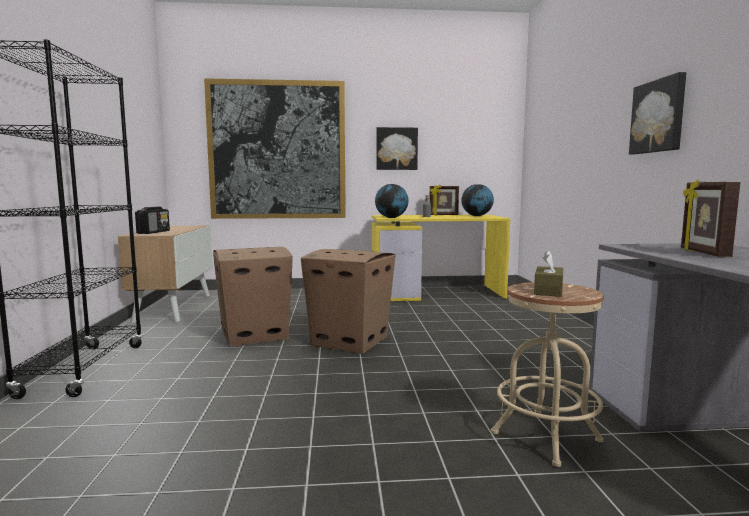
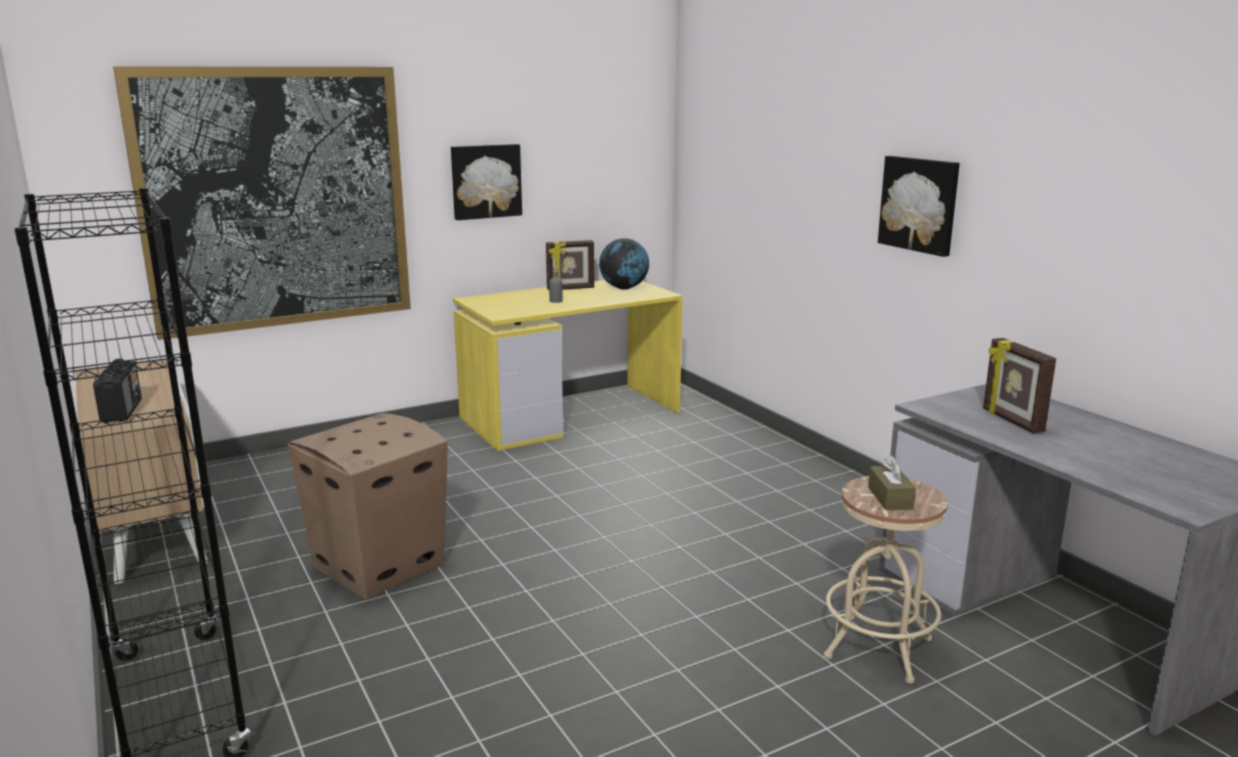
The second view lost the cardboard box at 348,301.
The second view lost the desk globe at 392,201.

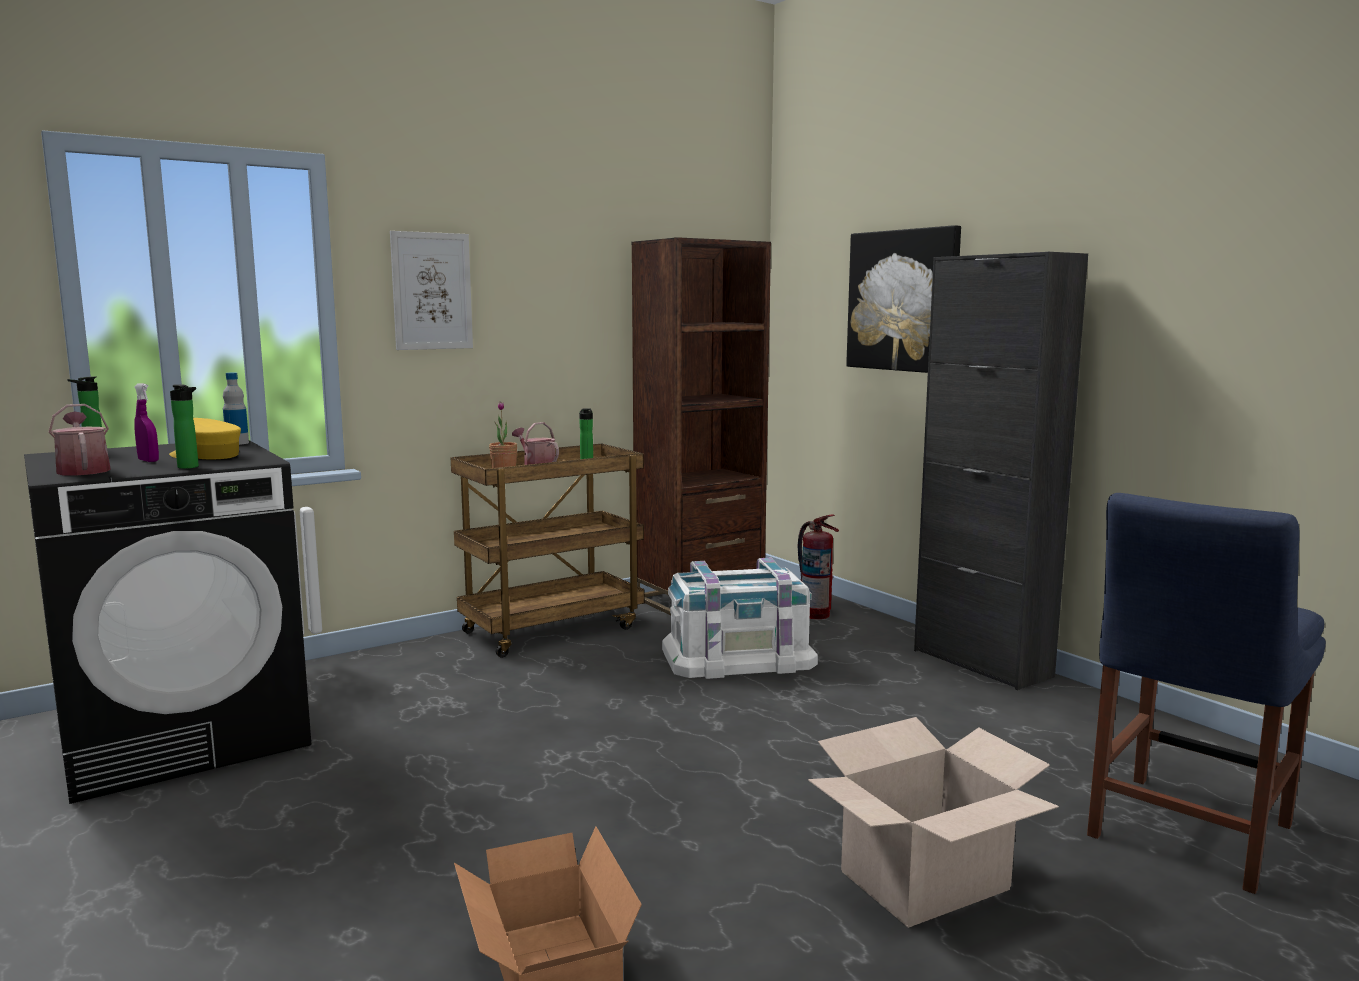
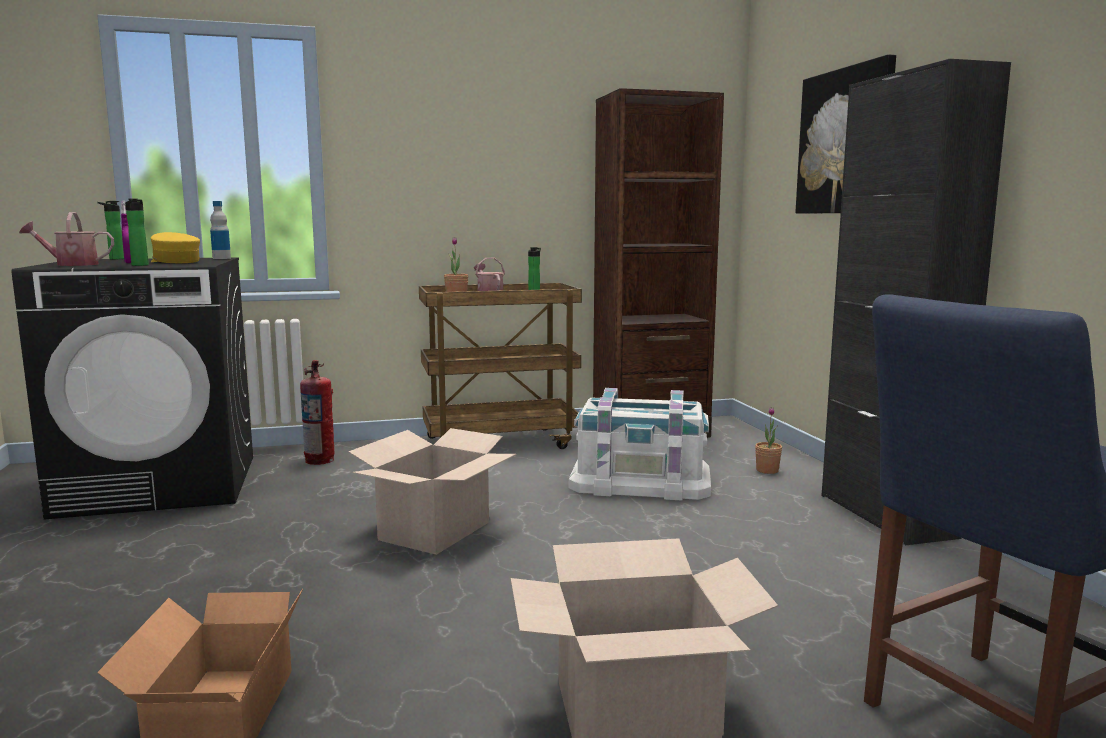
The watering can at 79,439 ended up facing another way, 90 degrees counterclockwise from before.
The fire-fighting cylinder ended up elsewhere, having gone from 818,567 to 317,412.
The second view gained the cardboard box at 432,491.
The second view gained the plant in a pot at 768,440.
The second view lost the wall picture at 431,290.

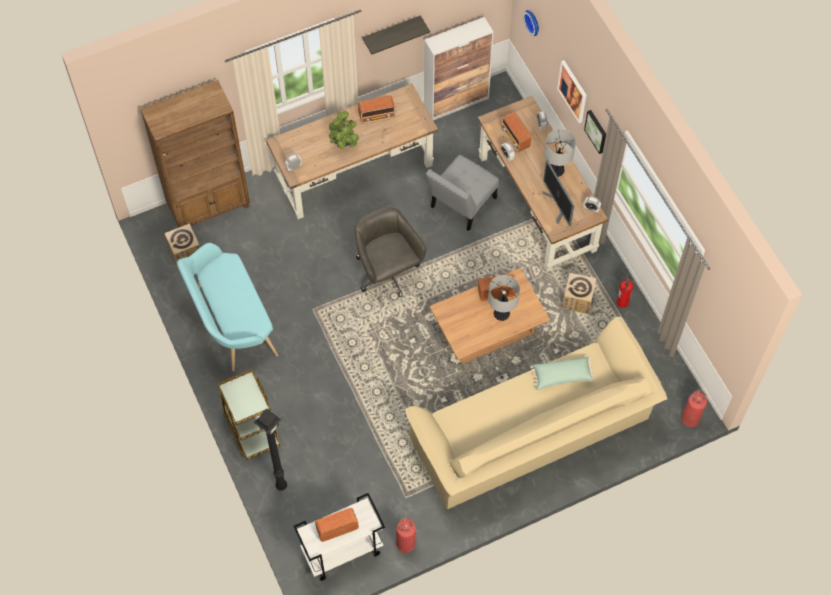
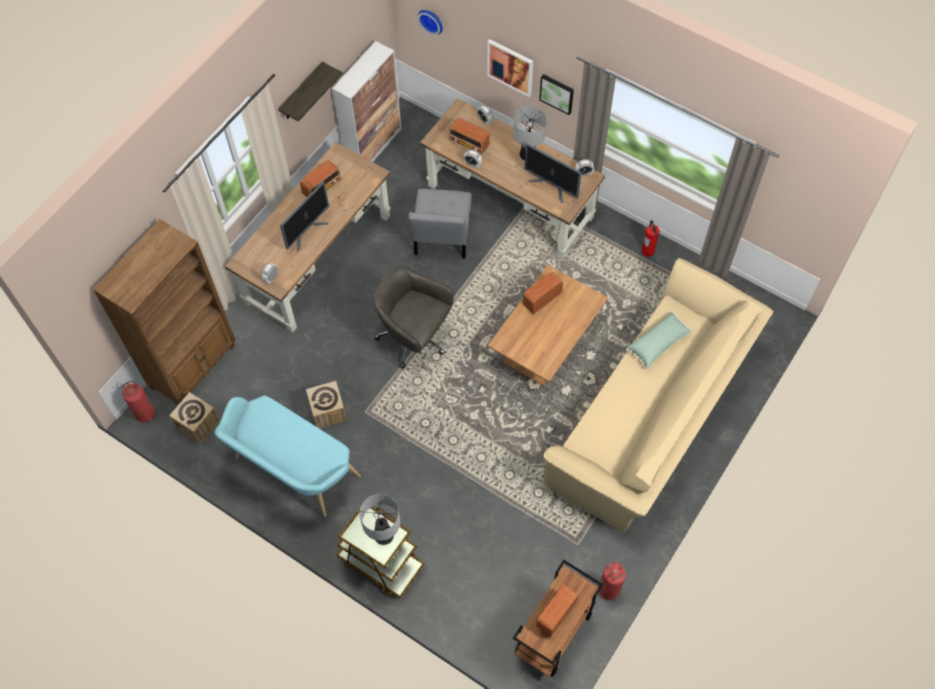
The fire-fighting cylinder ended up elsewhere, having gone from 694,408 to 138,402.
Where the plant in a pot stood at 344,130, the computer display came to stand at 304,216.
The cardboard box ended up elsewhere, having gone from 579,293 to 326,404.
The tabletop lamp ended up elsewhere, having gone from 504,298 to 379,519.
What was the whitish wheeled cart at 339,537 turned into the brownish wheeled cart at 558,618.
The second view lost the black floor lamp at 270,450.

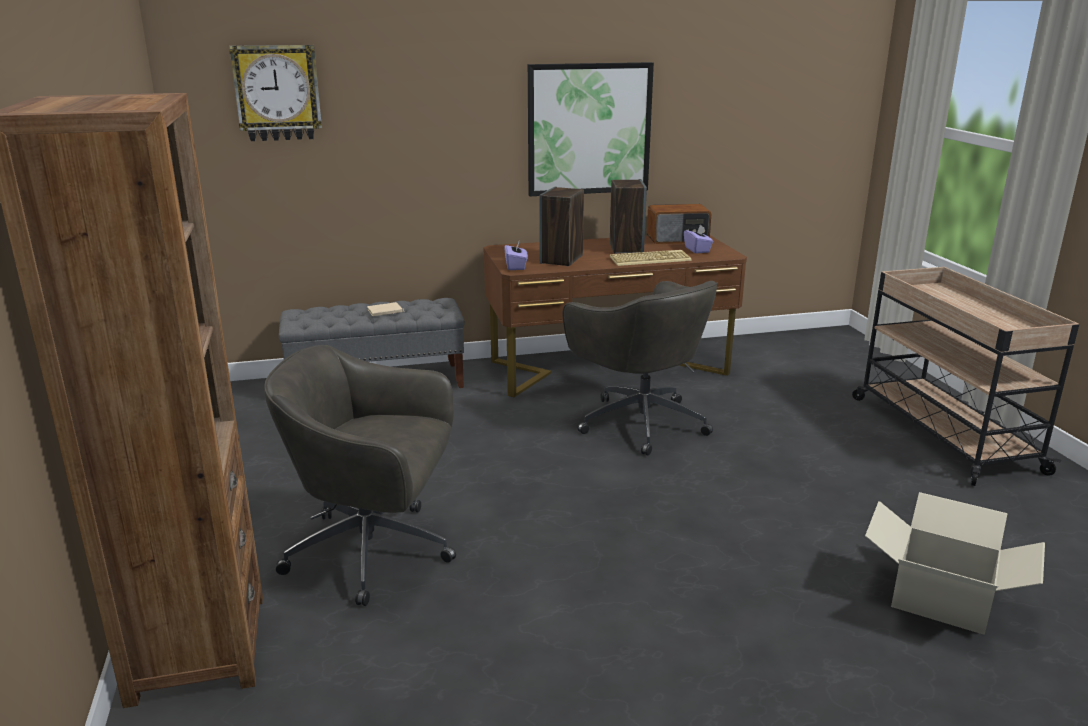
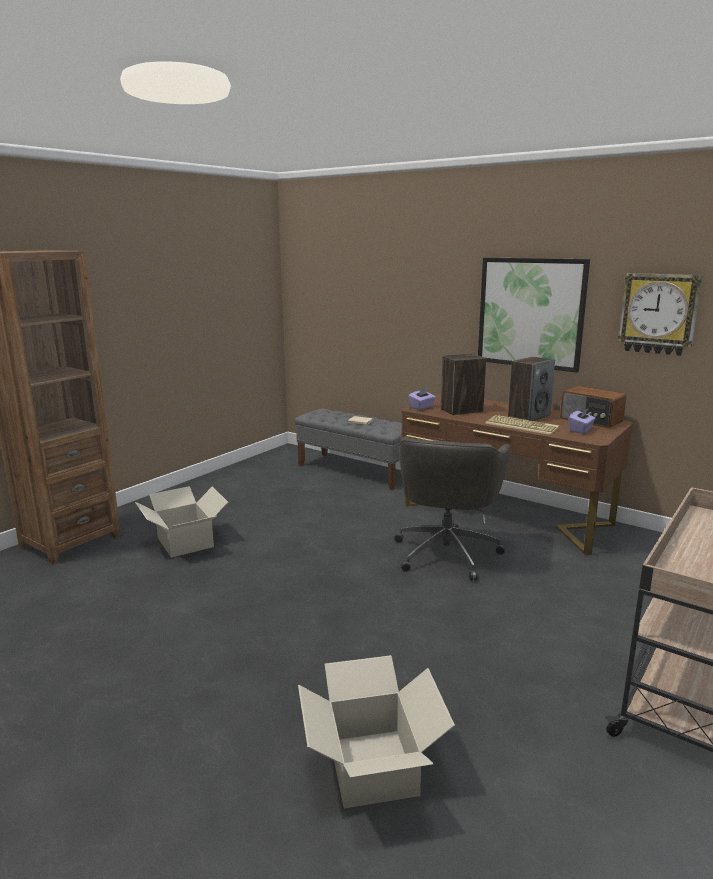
Where the grey office chair stood at 360,475, the cardboard box came to stand at 181,522.
The wall clock ended up elsewhere, having gone from 275,93 to 660,314.

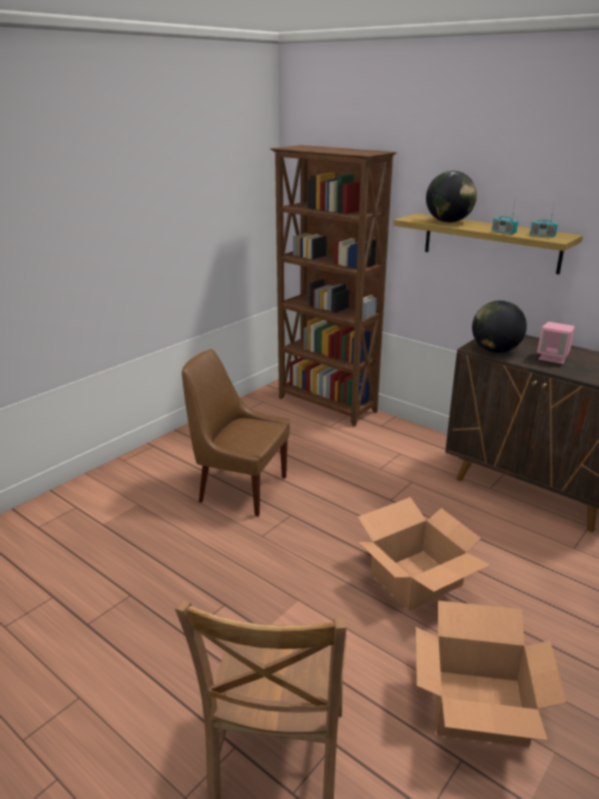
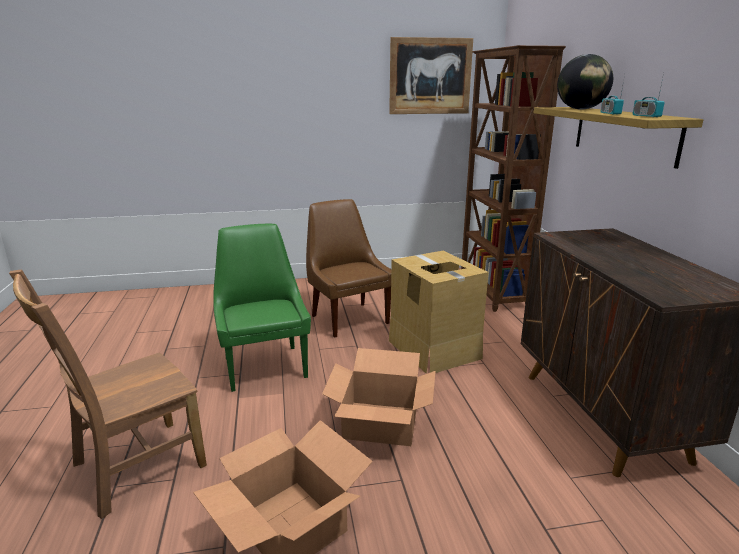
The second view gained the greenish plain chair at 262,308.
The second view gained the wall picture at 431,75.
The second view gained the cardboard box at 439,312.
The second view lost the desk globe at 499,326.
The second view lost the pinkish speaker at 556,343.

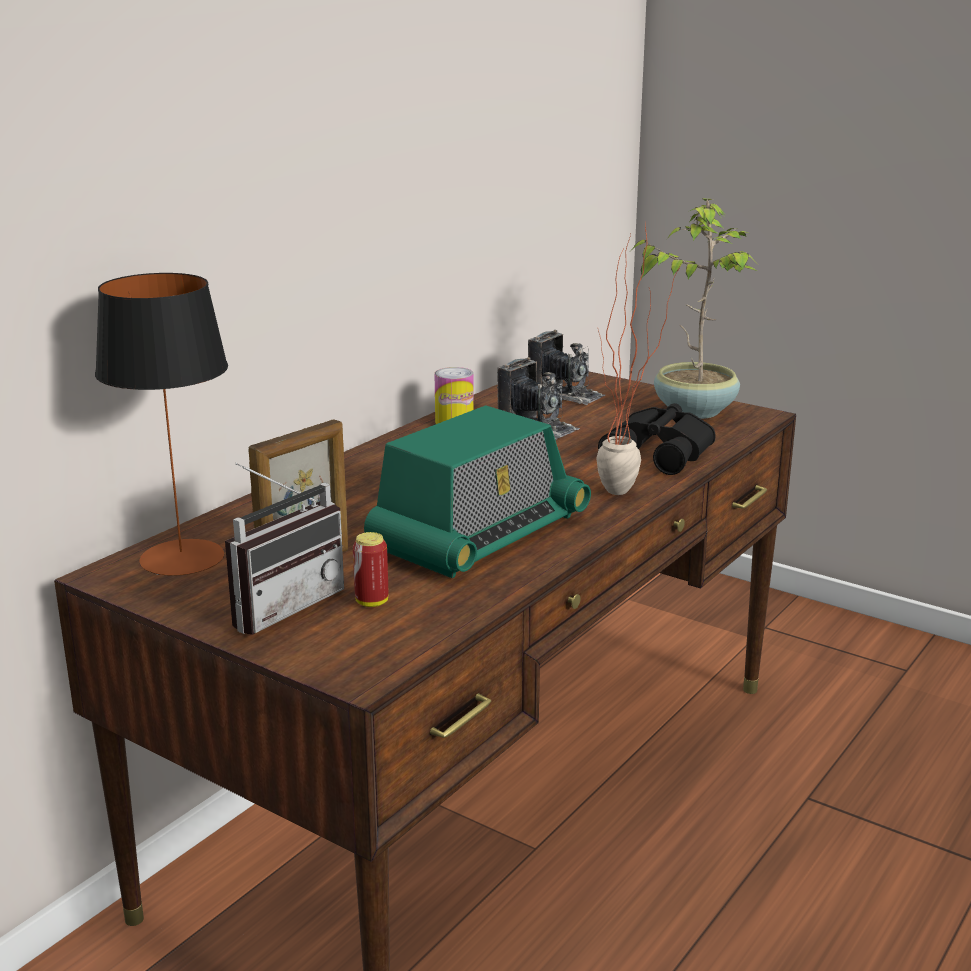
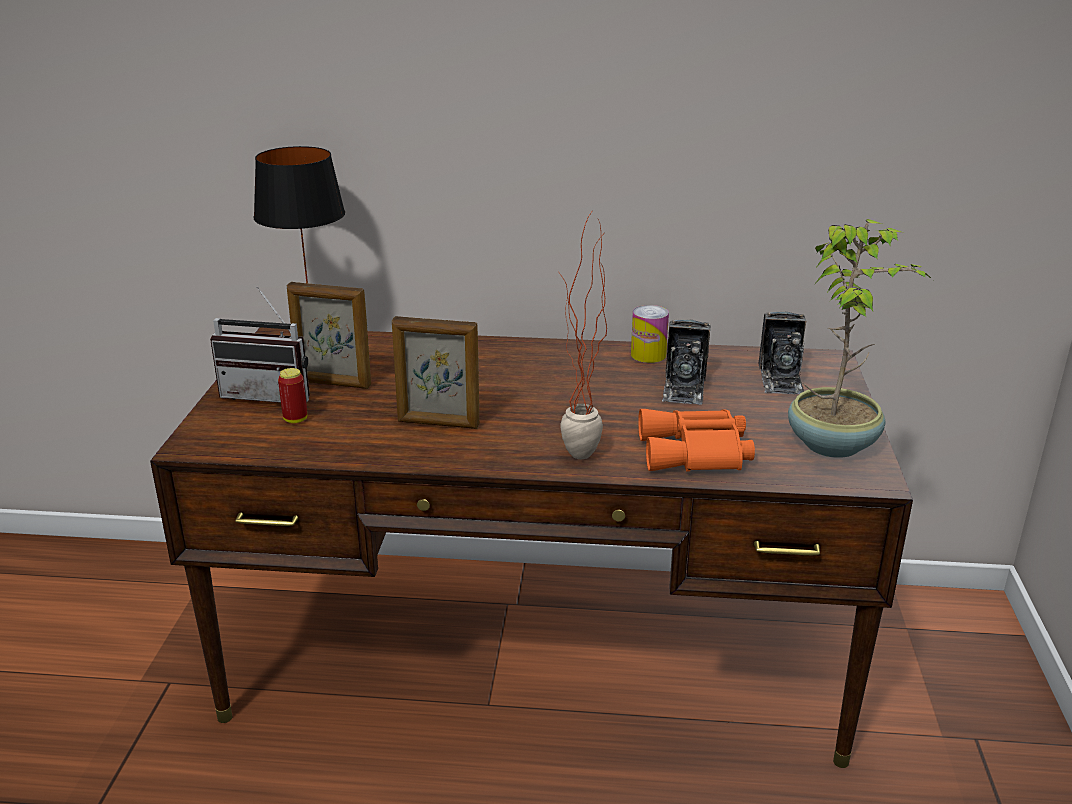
Where the radio receiver stood at 477,491, the standing frame came to stand at 435,372.
What was the black pair of binoculars at 656,439 turned into the orange pair of binoculars at 696,440.

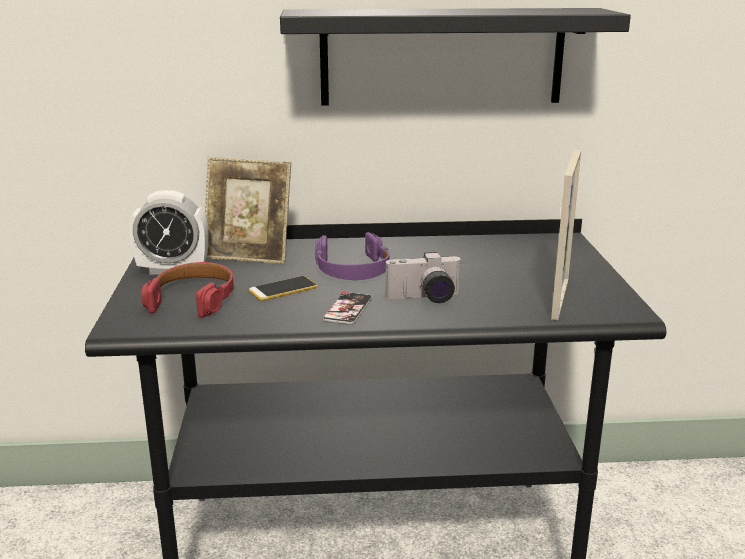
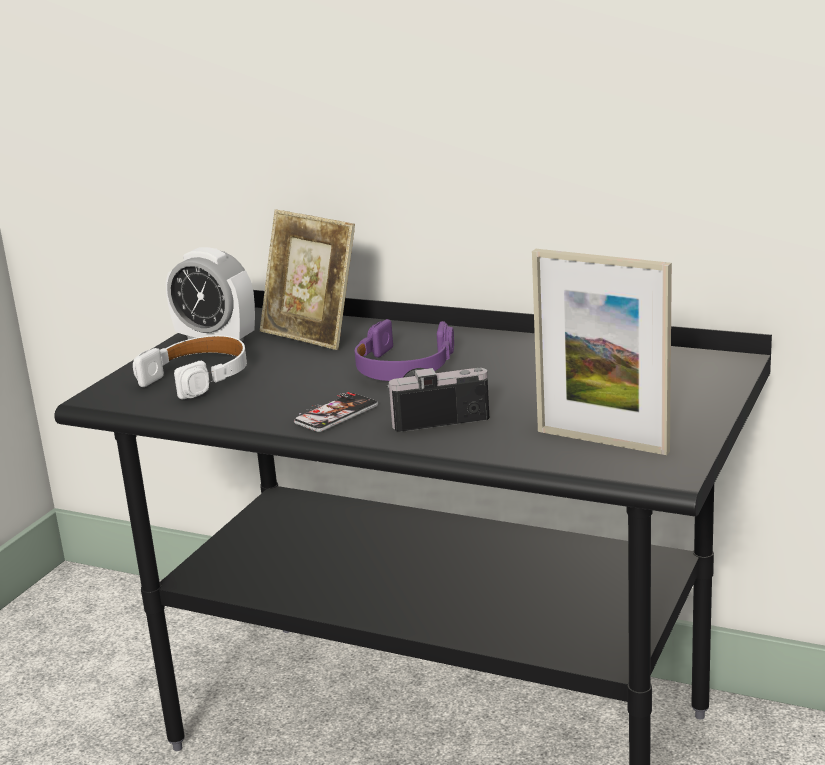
What was the red-coloured pair of headphones at 187,290 turned into the whitish pair of headphones at 190,367.
The photo camera at 424,277 ended up facing another way, 150 degrees clockwise from before.
The standing frame at 566,235 ended up facing another way, 75 degrees clockwise from before.
The second view lost the handset at 282,288.
The second view lost the black wall shelf at 455,57.

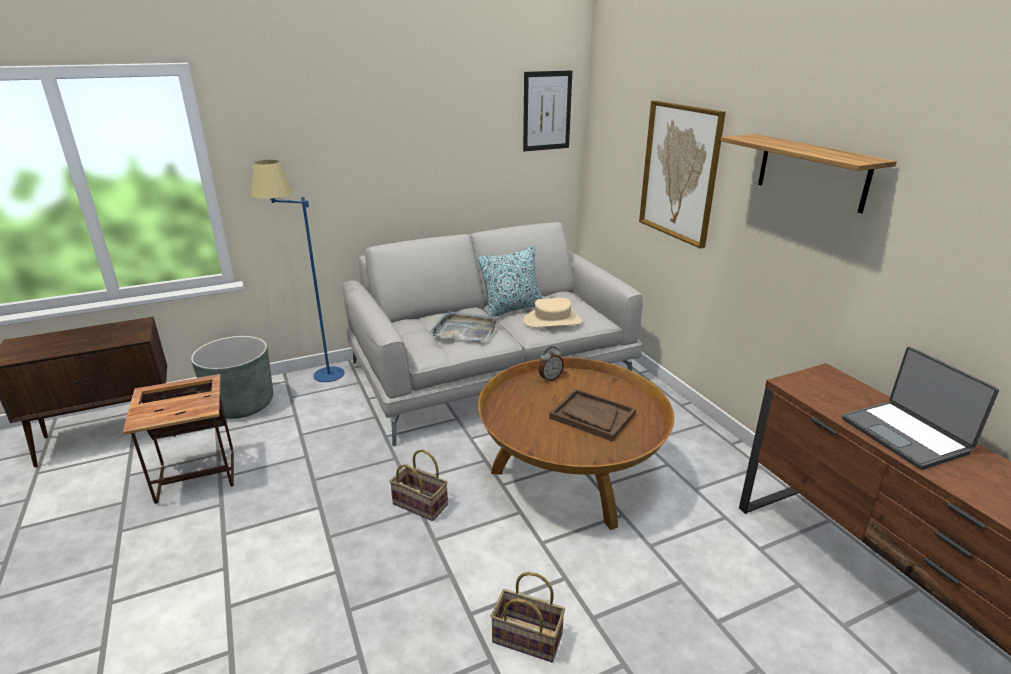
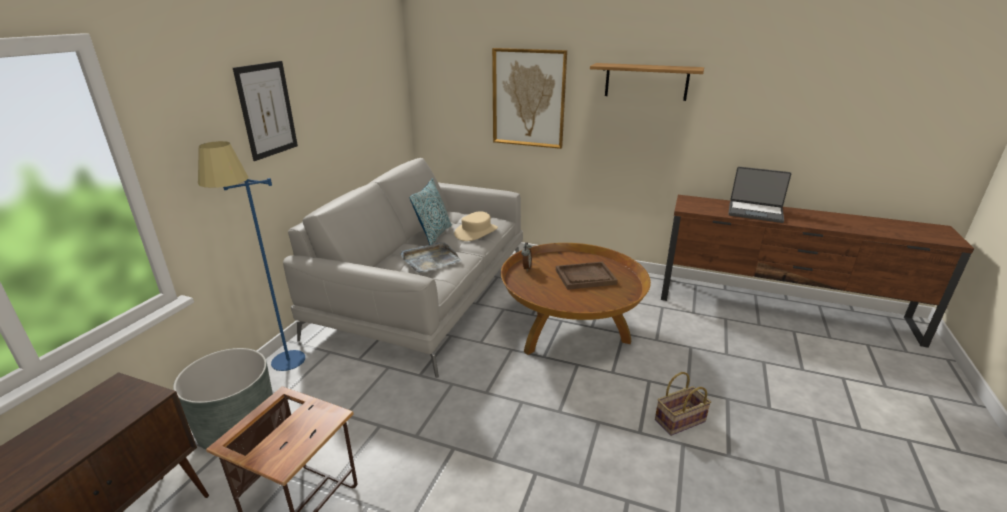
The wall picture ended up elsewhere, having gone from 547,110 to 265,111.
The second view lost the household basket at 418,485.

